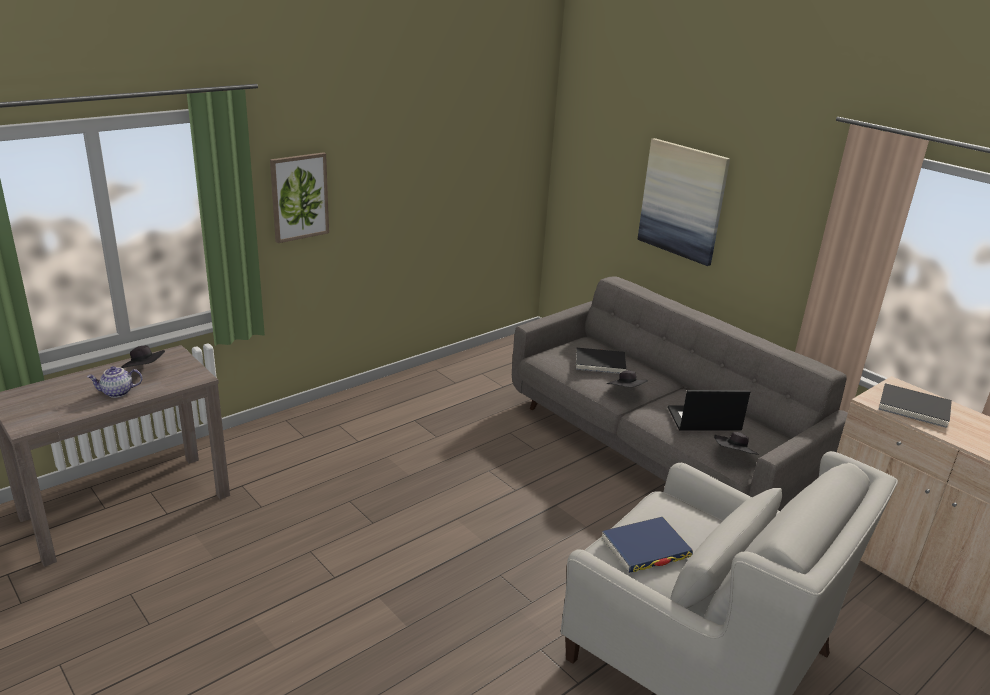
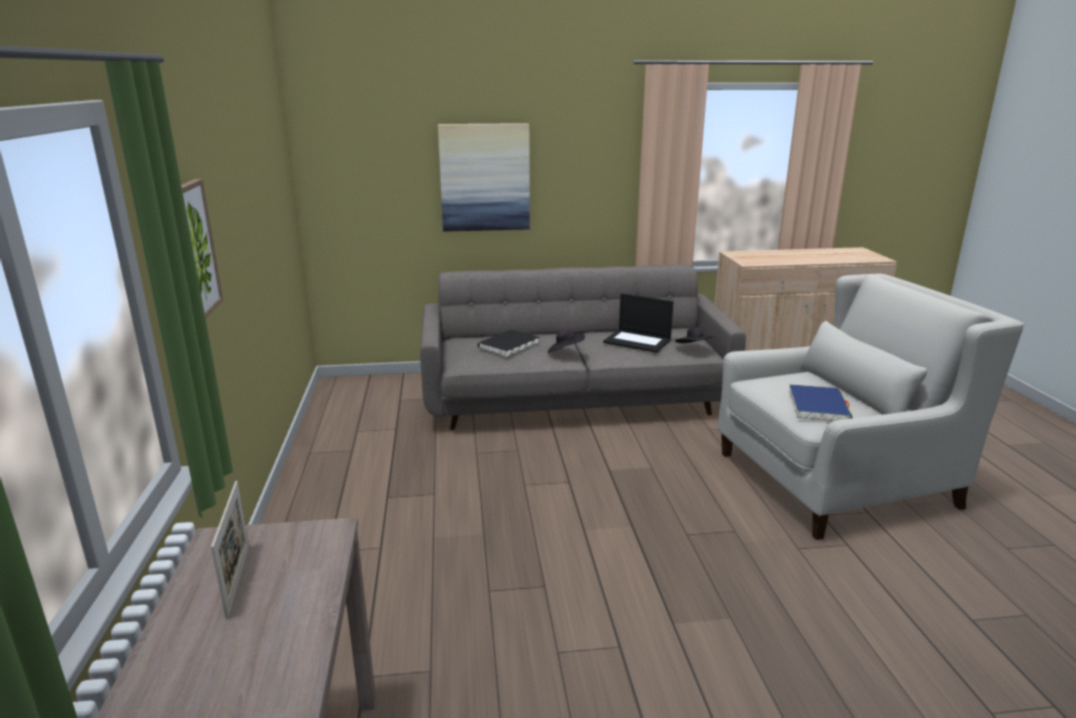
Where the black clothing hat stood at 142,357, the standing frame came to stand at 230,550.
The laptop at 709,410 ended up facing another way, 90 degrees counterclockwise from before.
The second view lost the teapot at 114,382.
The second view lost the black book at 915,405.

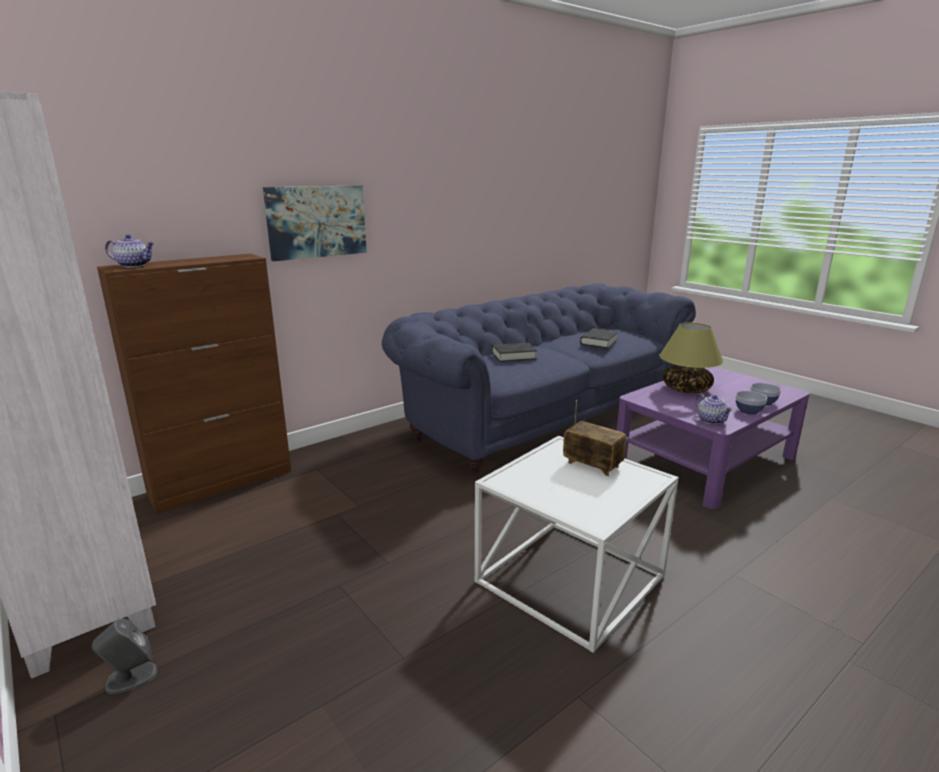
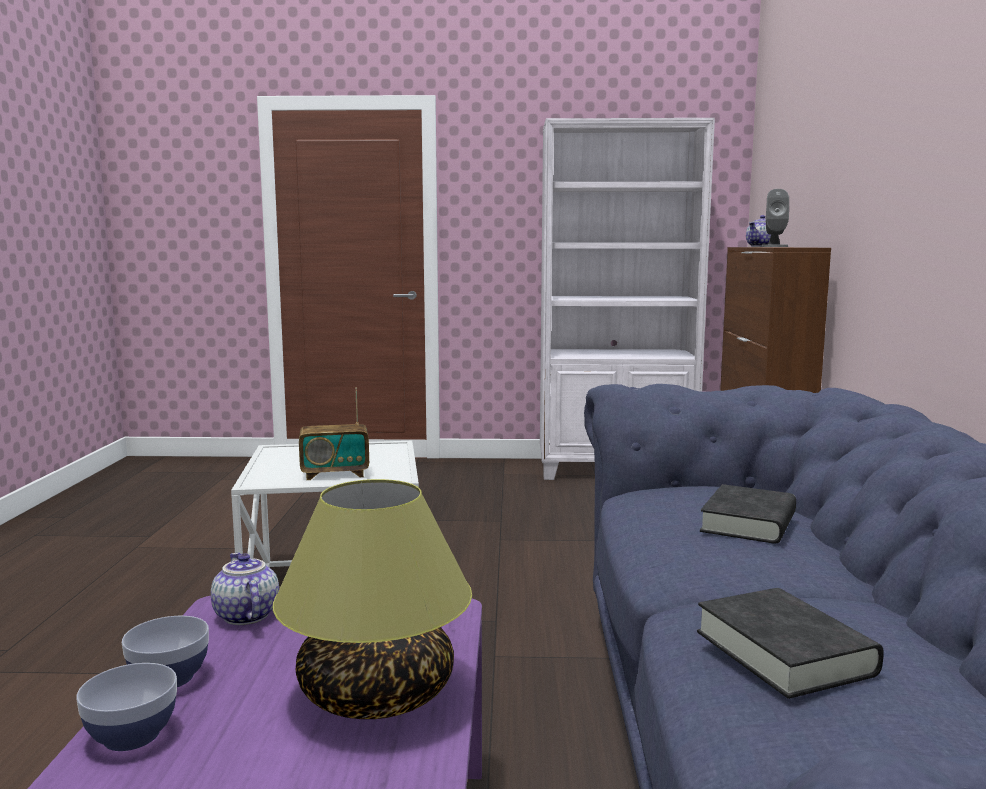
The teapot at 714,409 ended up facing another way, 45 degrees clockwise from before.
The grey speaker ended up elsewhere, having gone from 124,656 to 775,218.
The second view lost the wall picture at 315,223.

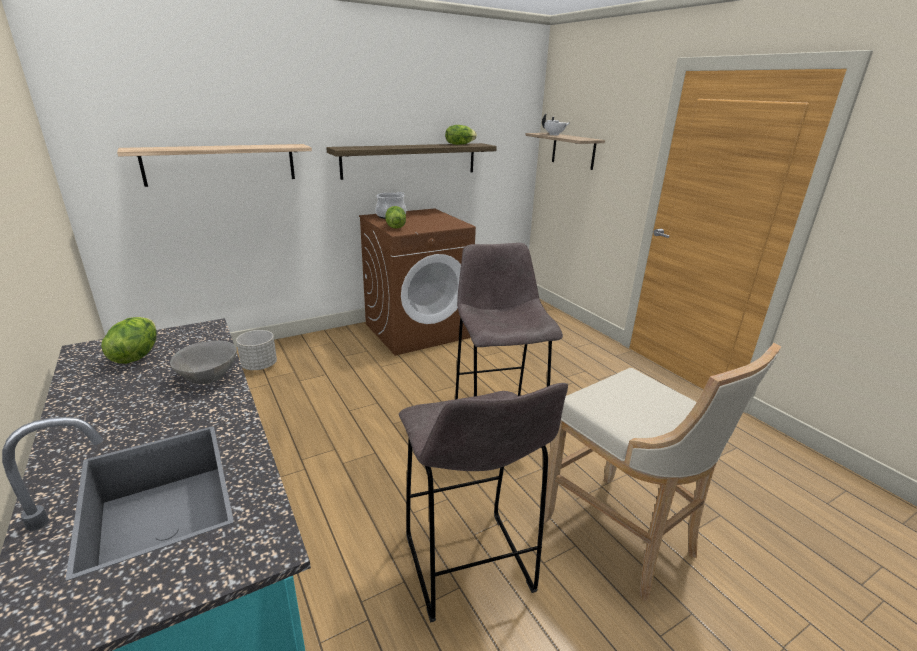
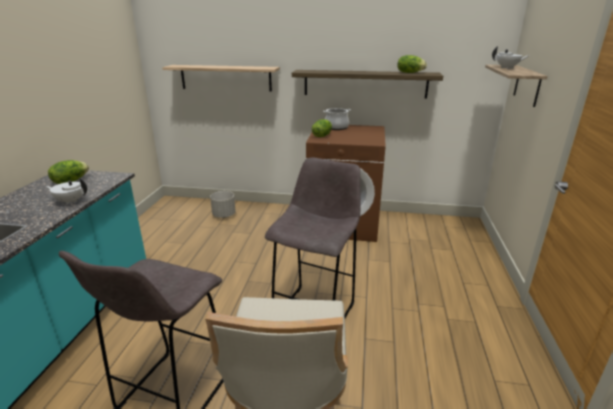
Where the grey bowl stood at 203,362, the whitish teapot came to stand at 66,191.

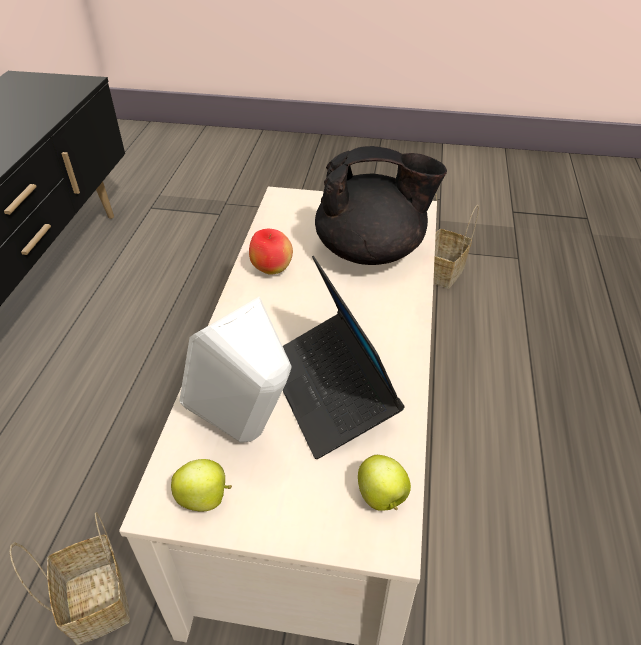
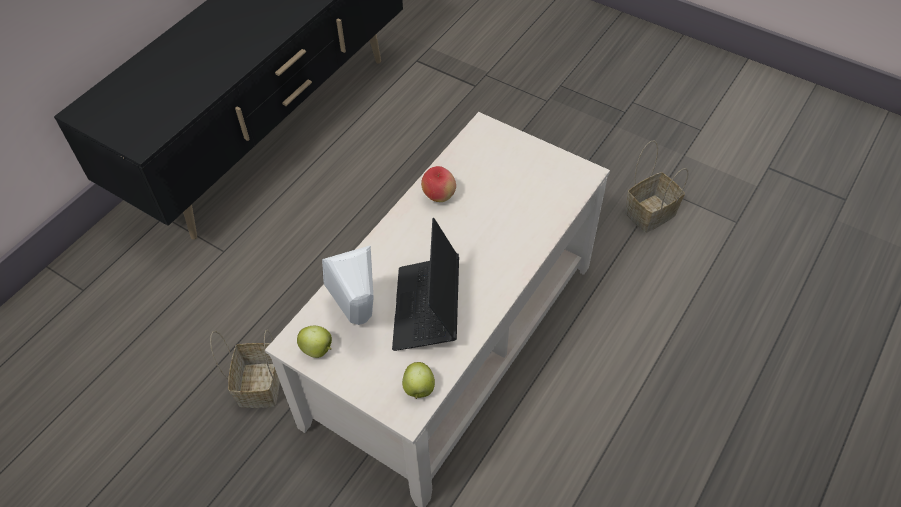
The second view lost the black teapot at 381,205.

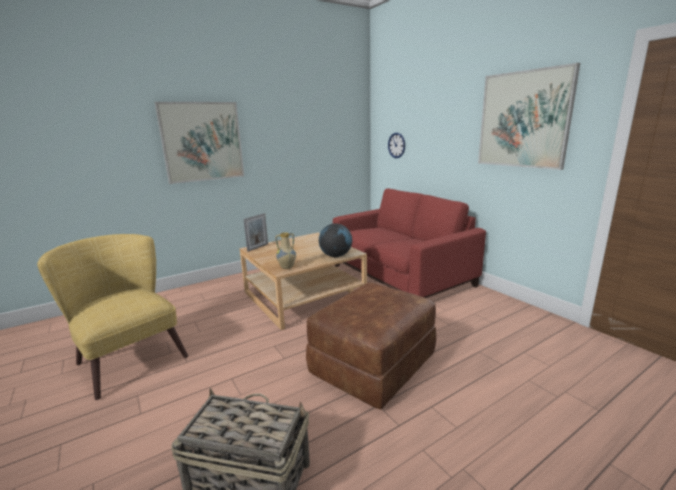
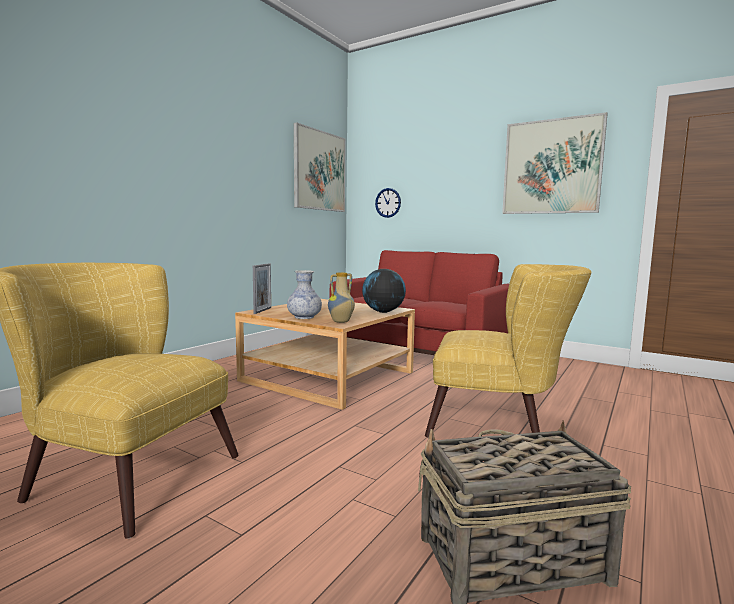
The second view gained the vase at 304,294.
The wall picture ended up elsewhere, having gone from 199,143 to 320,167.
Where the brownish ottoman stood at 371,346, the yellowish lounge chair came to stand at 508,351.

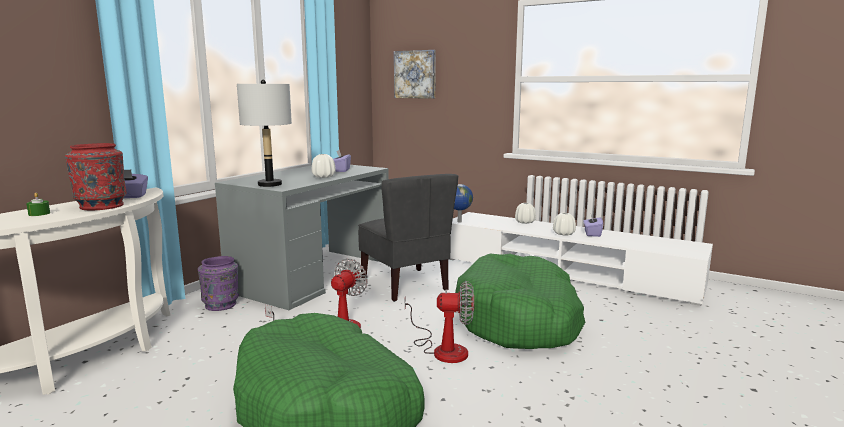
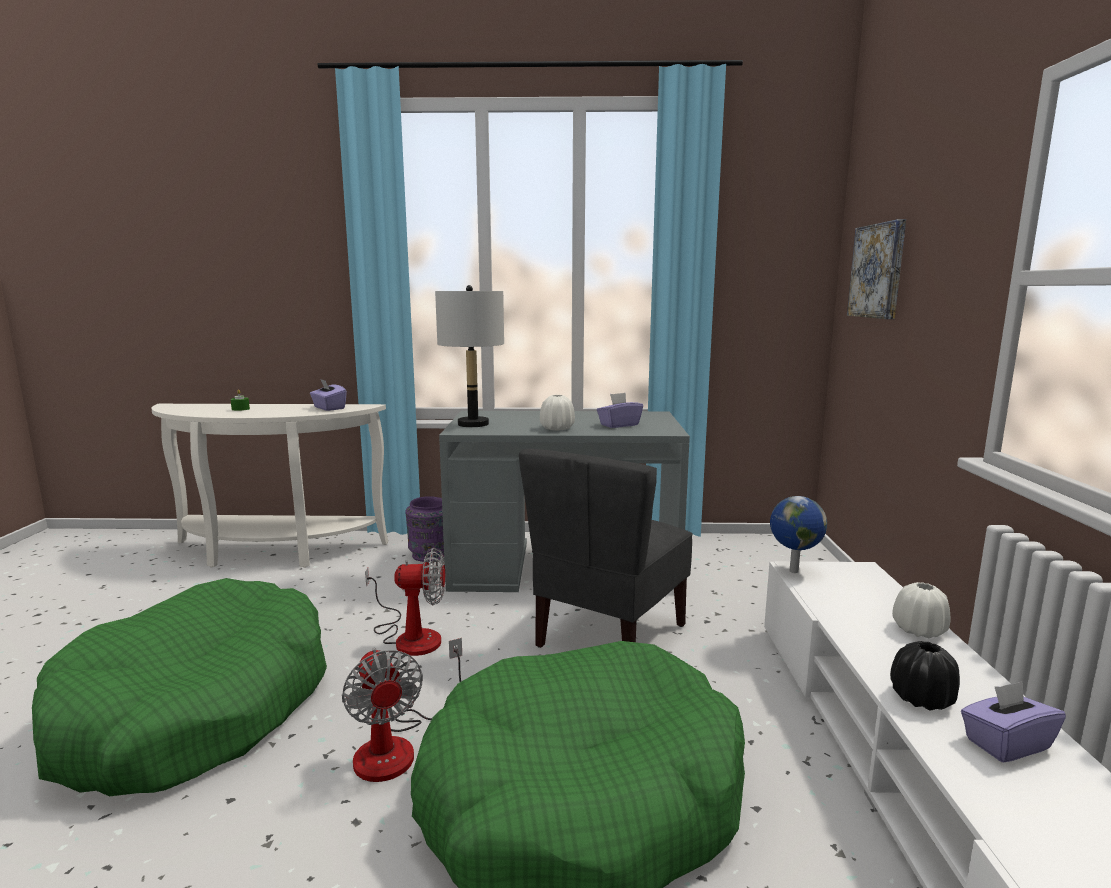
What was the whitish vase at 564,224 turned into the black vase at 925,675.
The second view lost the red-coloured vase at 96,176.

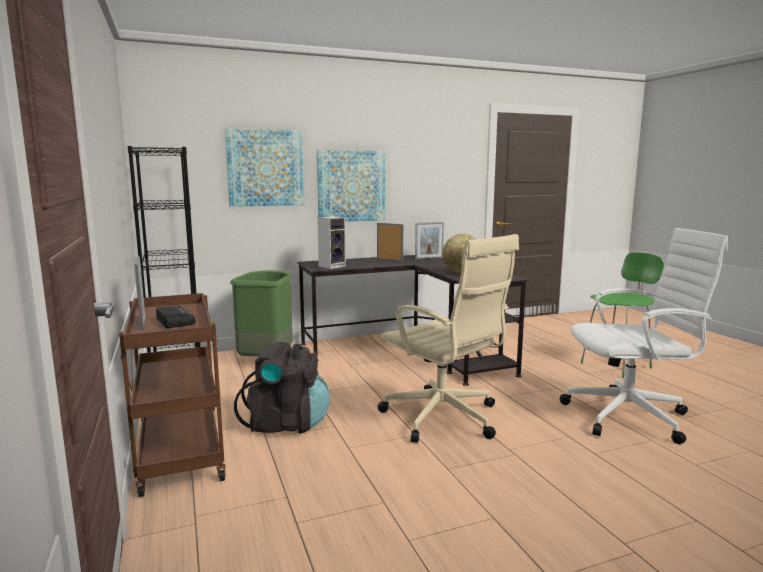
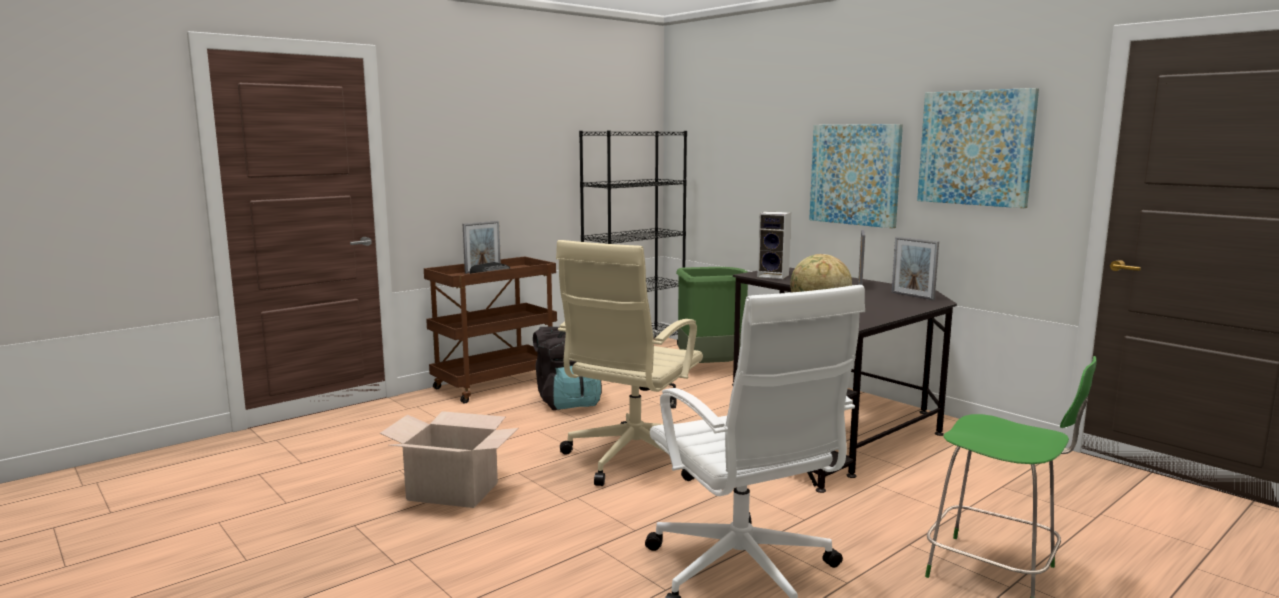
The second view gained the cardboard box at 449,459.
The wall picture ended up elsewhere, having gone from 264,167 to 978,148.

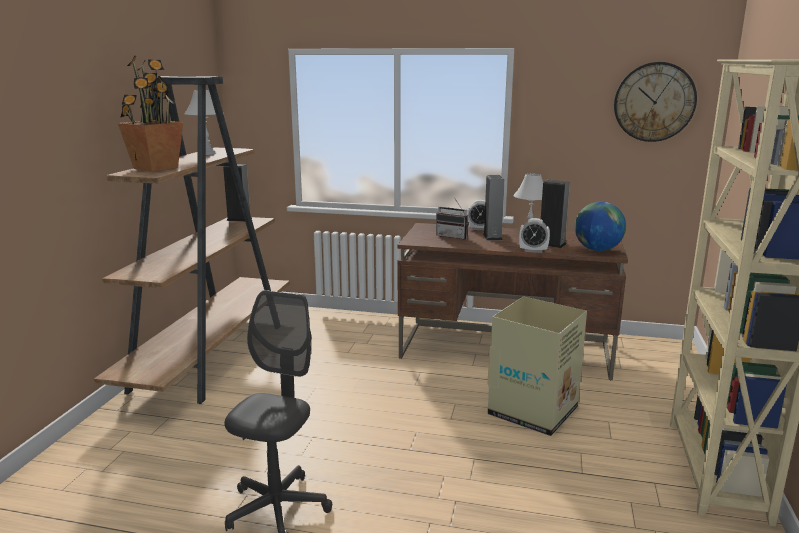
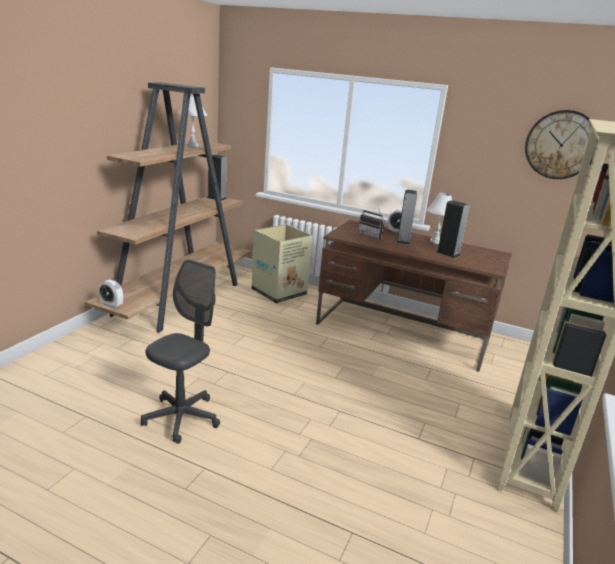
The table clock ended up elsewhere, having gone from 534,235 to 111,294.
The cardboard box ended up elsewhere, having gone from 537,366 to 282,263.
The second view lost the plant in a pot at 150,114.
The second view lost the desk globe at 600,226.

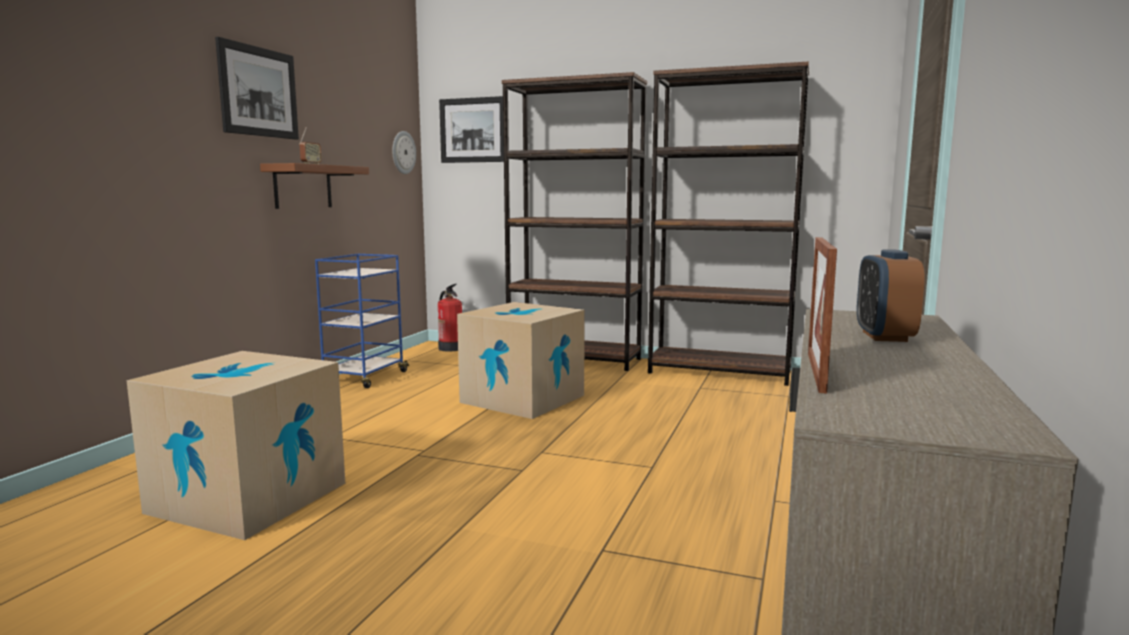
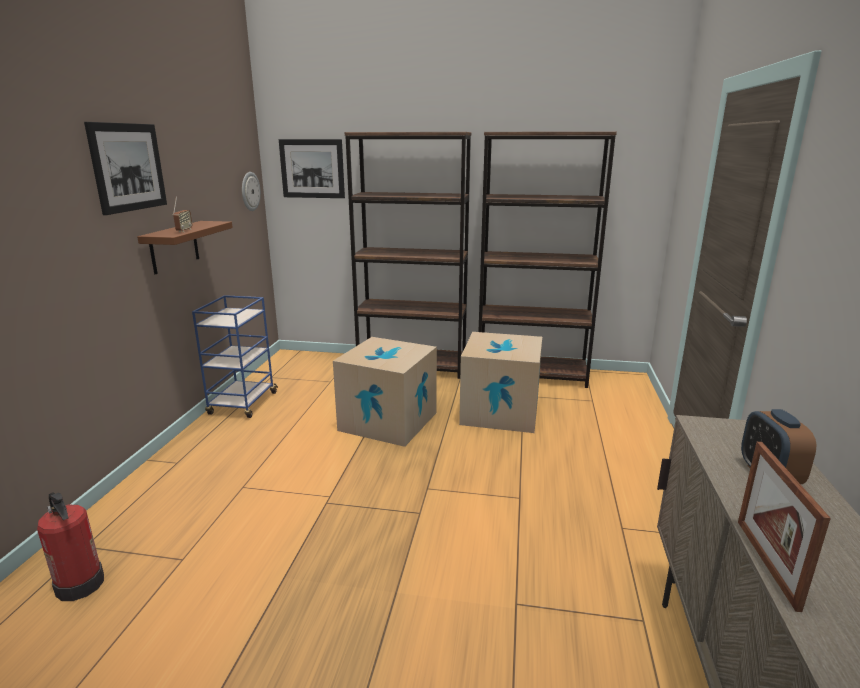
The fire-fighting cylinder ended up elsewhere, having gone from 450,318 to 70,546.
The cardboard box ended up elsewhere, having gone from 235,445 to 500,382.

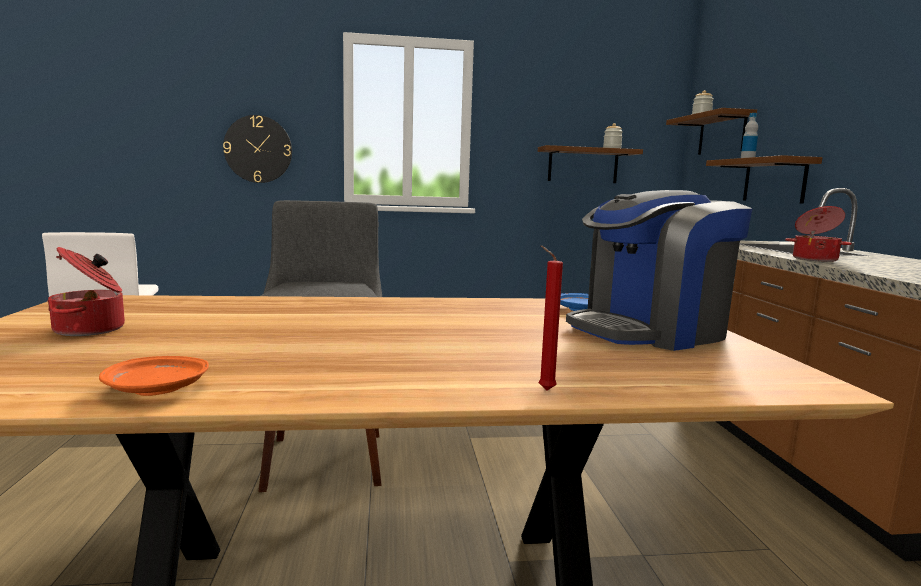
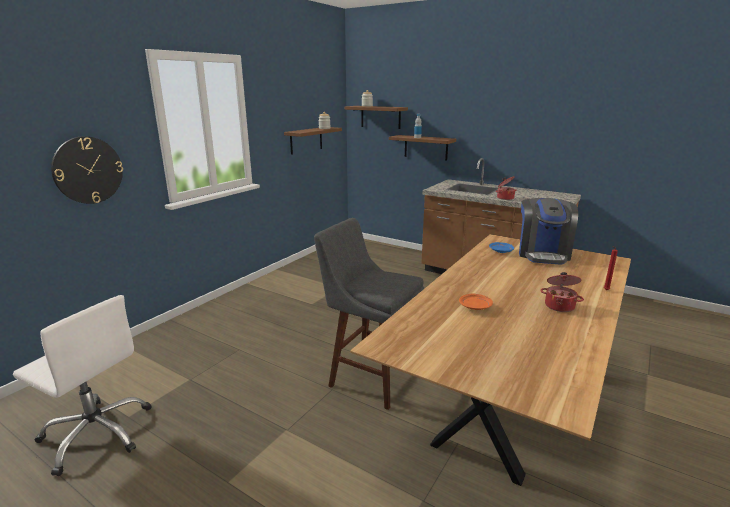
The orange flat dish ended up elsewhere, having gone from 154,376 to 476,302.
The cooking pot ended up elsewhere, having gone from 86,291 to 562,292.

